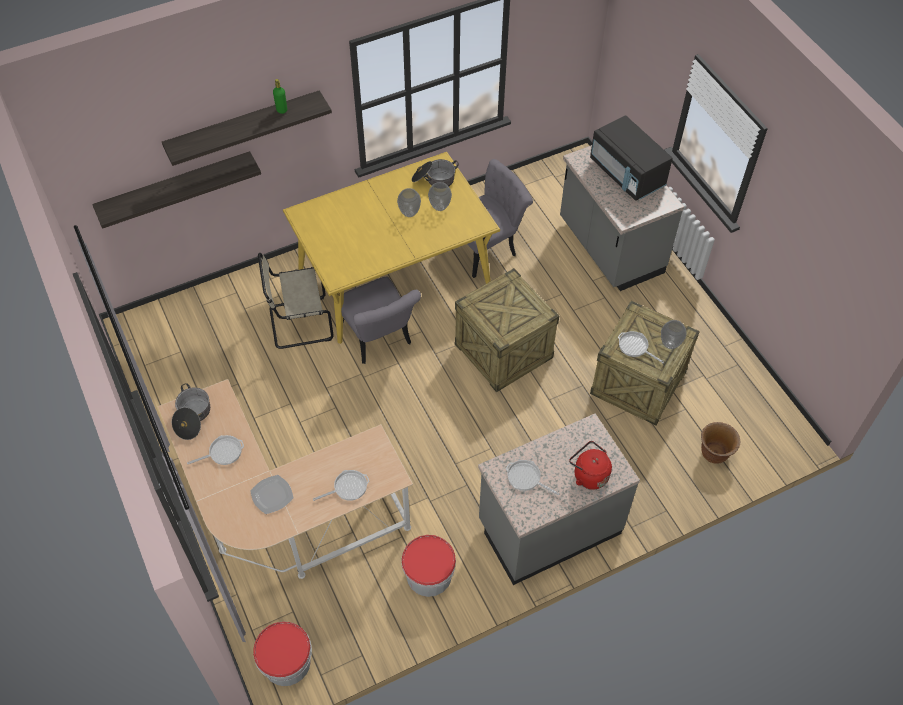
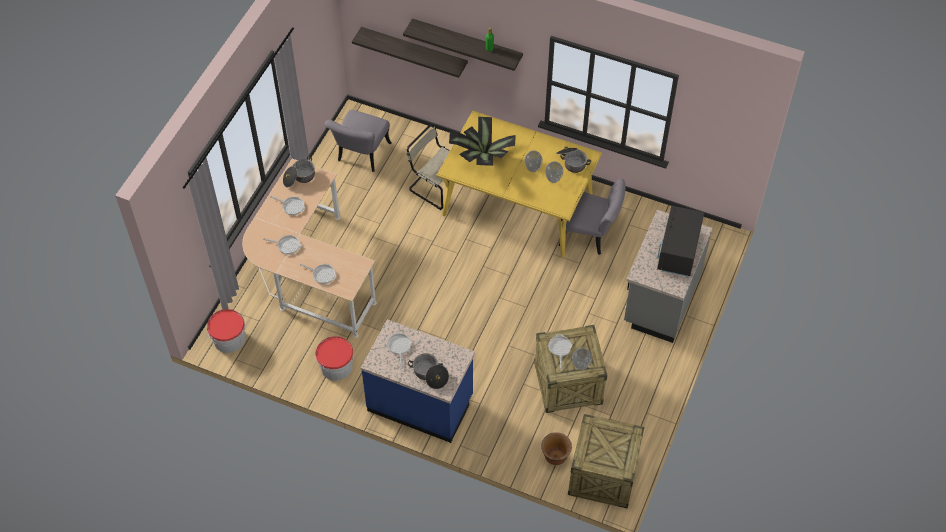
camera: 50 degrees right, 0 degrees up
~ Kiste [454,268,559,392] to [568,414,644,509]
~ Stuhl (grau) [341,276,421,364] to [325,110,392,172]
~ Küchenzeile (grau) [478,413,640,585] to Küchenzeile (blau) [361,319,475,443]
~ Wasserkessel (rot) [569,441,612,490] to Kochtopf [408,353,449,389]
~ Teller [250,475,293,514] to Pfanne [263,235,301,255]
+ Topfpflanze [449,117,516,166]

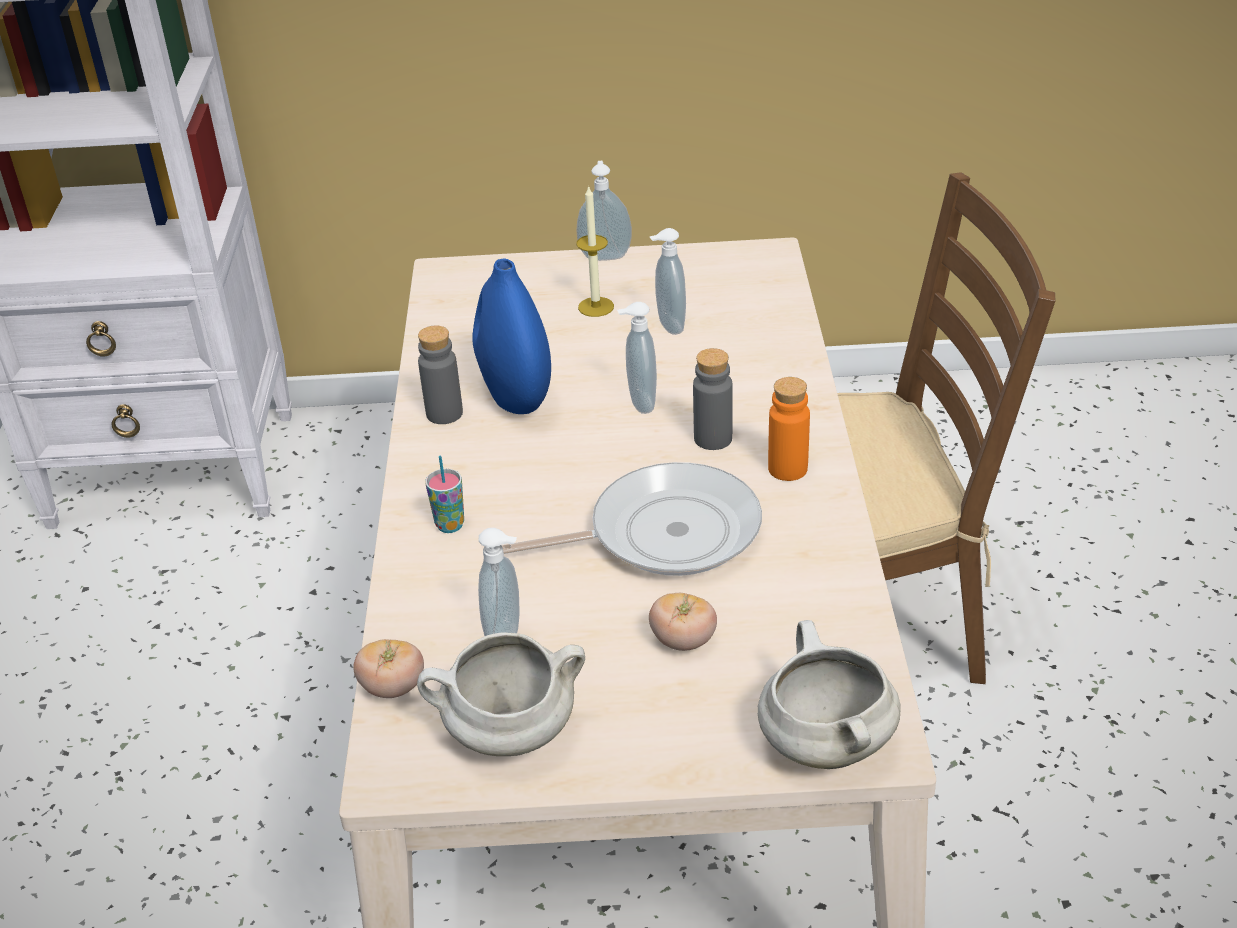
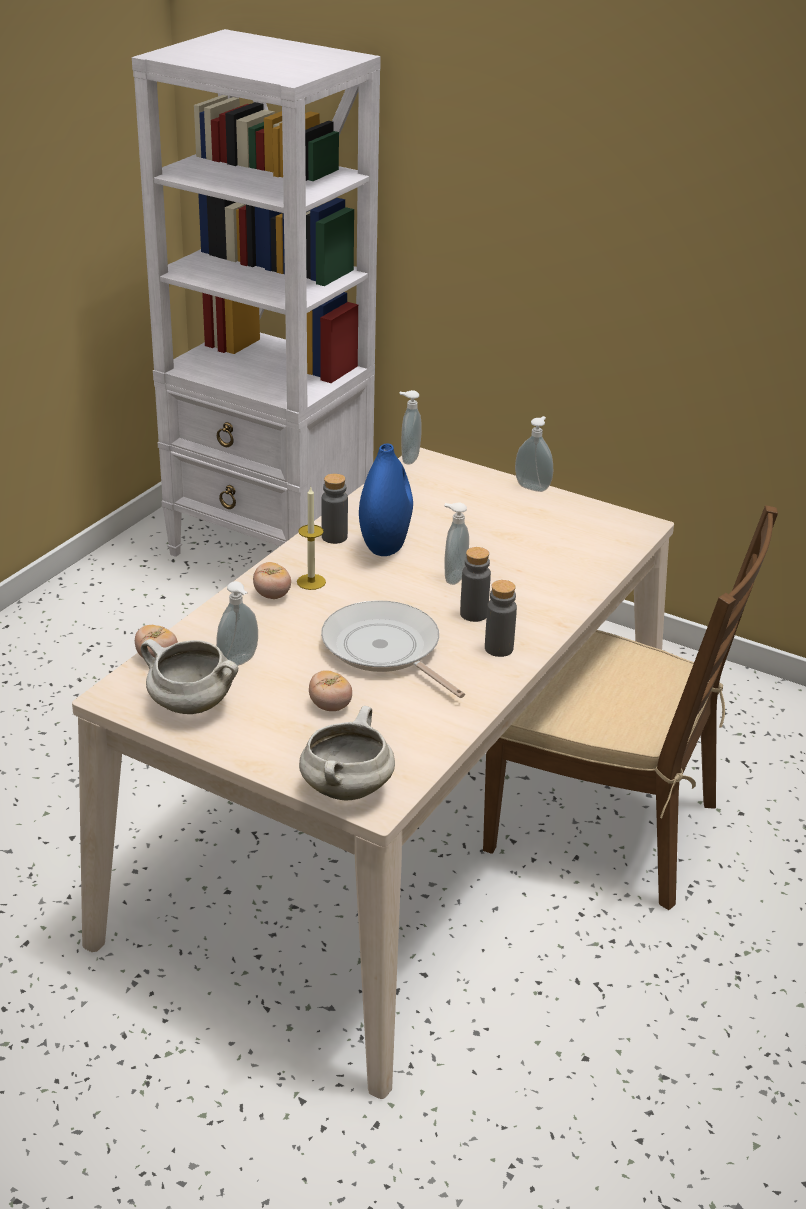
camera: 30 degrees right, 5 degrees down
~ Kerze [576,185,614,317] to [297,487,326,590]
~ Seifenspender [649,228,686,335] to [399,390,421,464]
~ Flasche (orange) [768,377,810,481] to Flasche (grau) [485,580,517,657]
~ Tasse [425,456,464,533] to Tomate [253,562,291,599]
~ Pfanne [501,462,762,576] = [321,600,465,698] 150 degrees counterclockwise

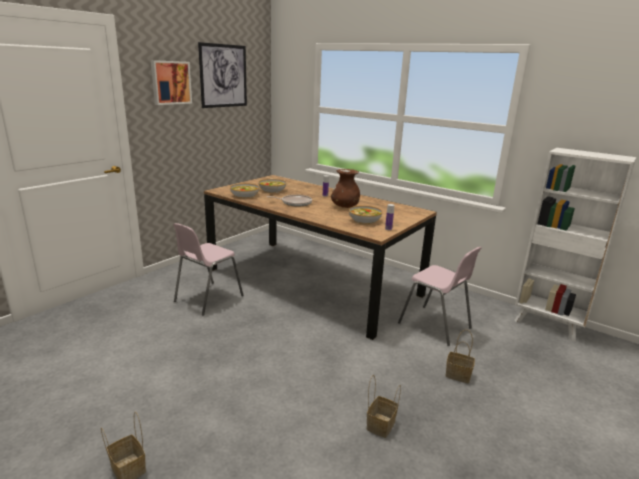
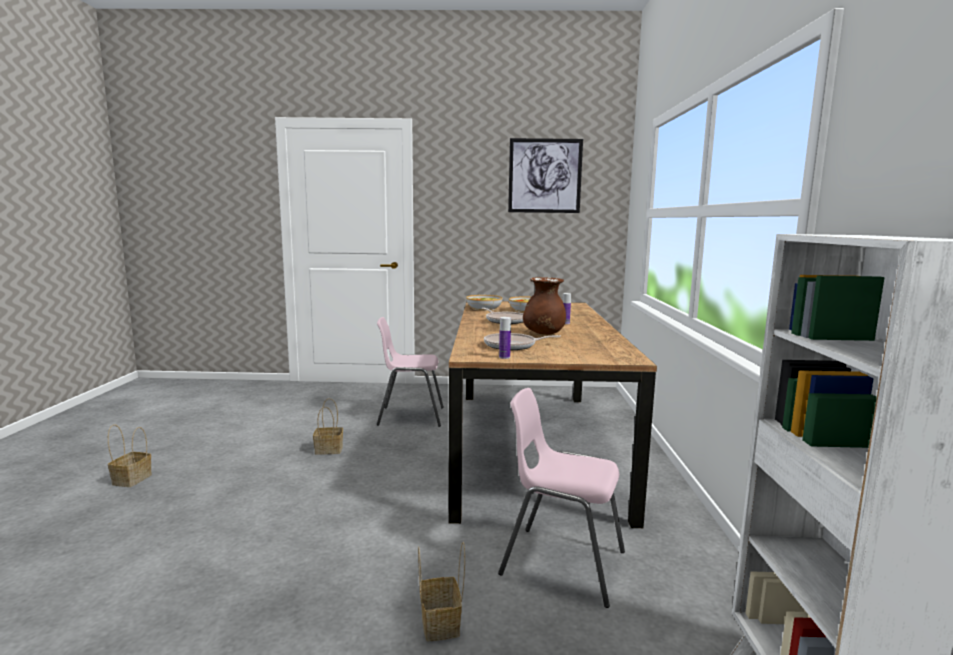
camera: 55 degrees right, 10 degrees down
- Bild [151,60,192,105]
~ Schüssel [349,206,382,224] to Pfanne [484,333,561,350]
~ Stuhl (rosa) [398,247,482,346] = [498,388,625,608] 105 degrees clockwise
~ Korb [367,375,401,438] to [313,398,343,455]

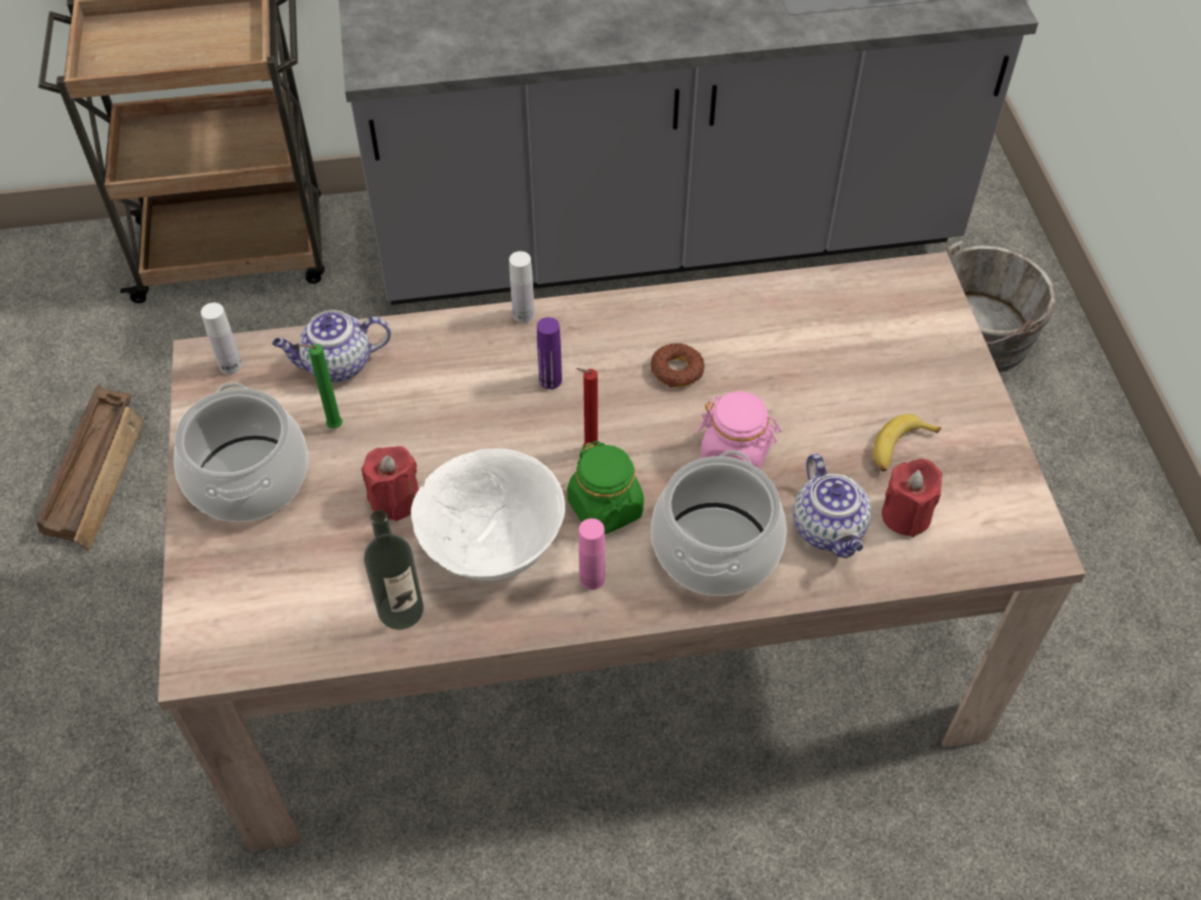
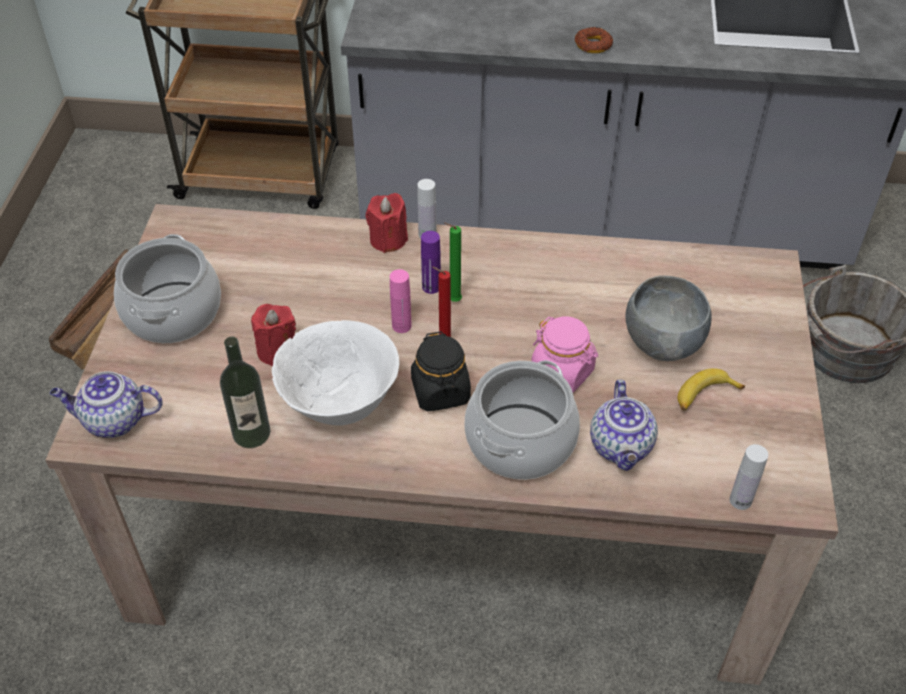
camera: 15 degrees right, 5 degrees down
~ Flasche (weiß) [201,303,242,375] to [730,444,768,510]
~ Teekanne [272,310,391,382] to [50,371,162,438]
~ Donut [651,343,705,388] to [575,27,613,53]
~ Kerze (grün) [299,344,342,429] to [444,223,462,302]
~ Vorratsglas (grün) [567,441,644,534] to Vorratsglas (schwarz) [411,331,471,411]
~ Kerze (rot) [882,459,942,537] to [366,193,408,253]
~ Flasche (rosa) [579,518,605,590] to [390,269,412,333]
+ Schüssel (grau) [625,276,712,361]

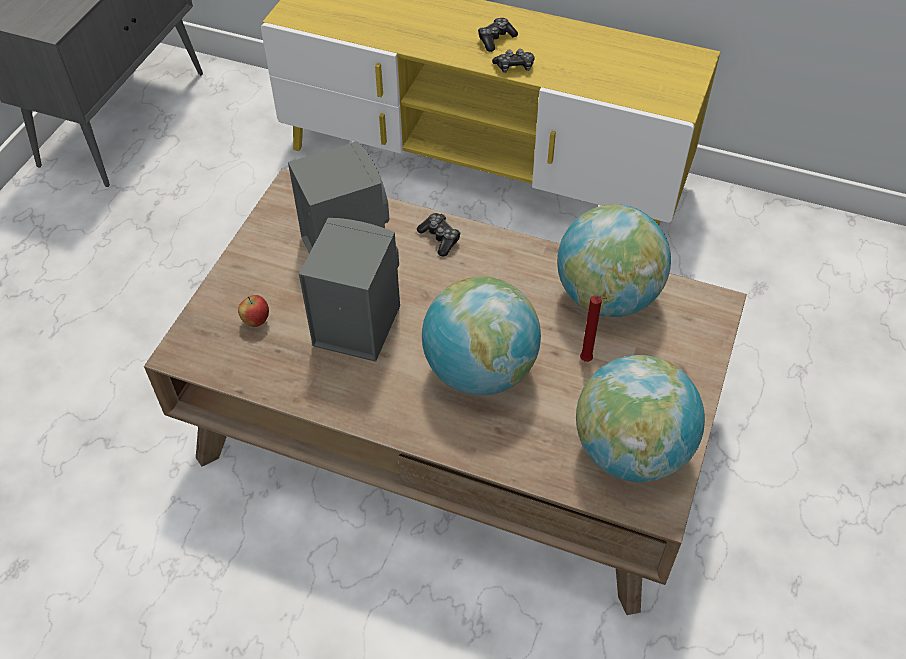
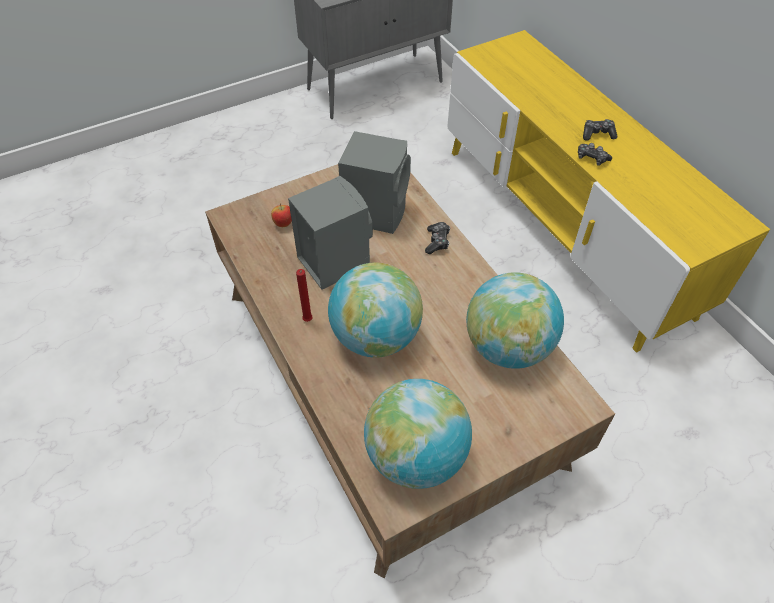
camera: 40 degrees right, 0 degrees up
~ Kerze (rot) [580,295,607,362] to [296,269,313,322]

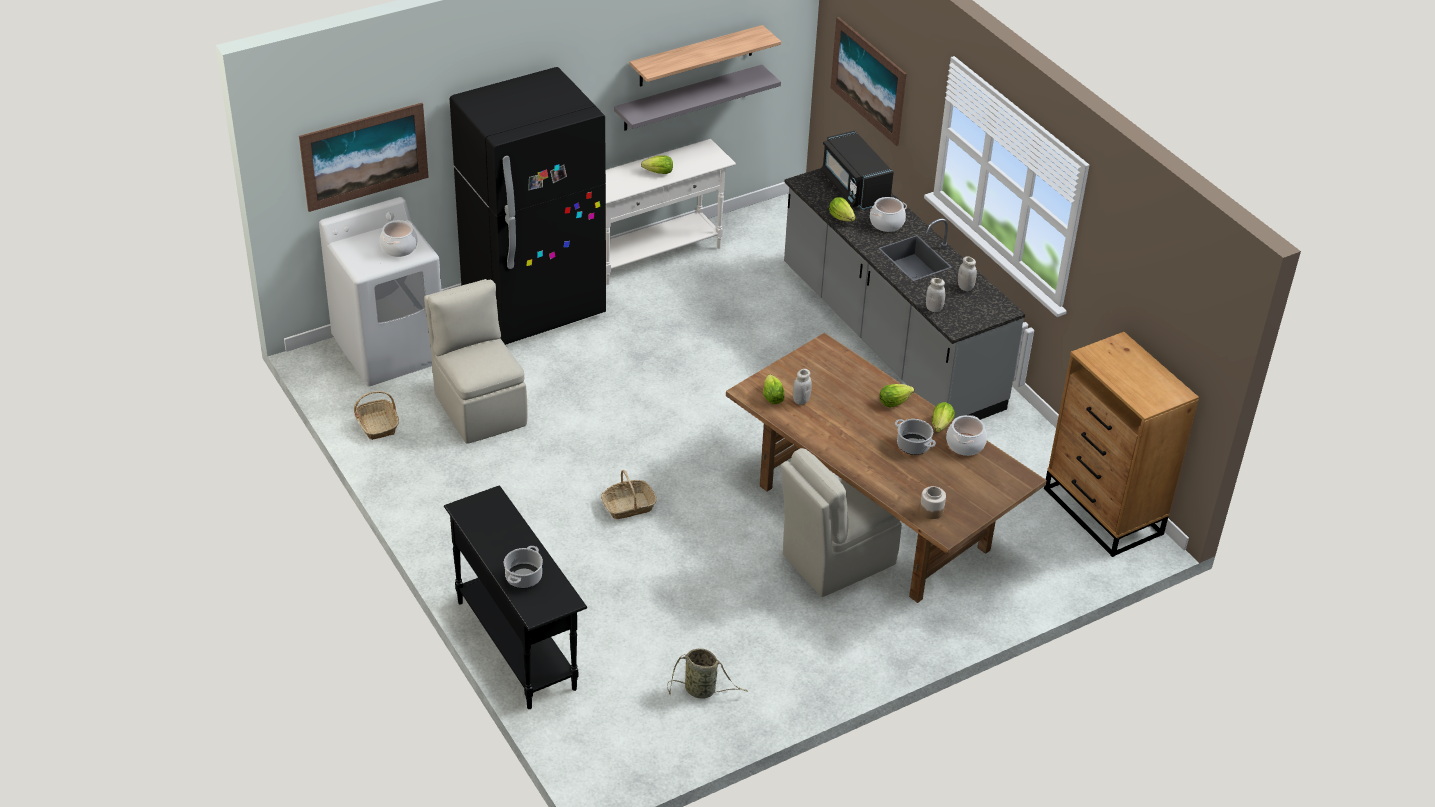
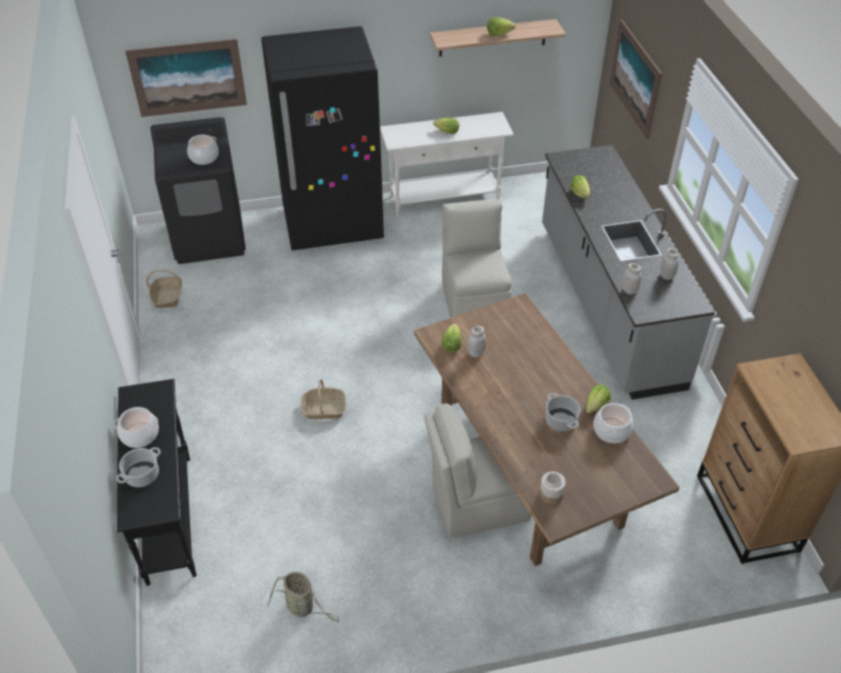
camera: 20 degrees right, 5 degrees up
- Wandregal (grau) [614,65,781,130]
- Mikrowelle (schwarz) [821,131,894,210]
~ Waschmaschine (weiß) [319,197,442,387] to Waschmaschine (schwarz) [150,117,246,264]
~ Kochtopf [870,197,907,232] to [114,407,159,448]
~ Stuhl (beige) [424,279,528,444] to [442,199,511,318]
~ Salatkopf [880,384,914,408] to [487,17,515,36]

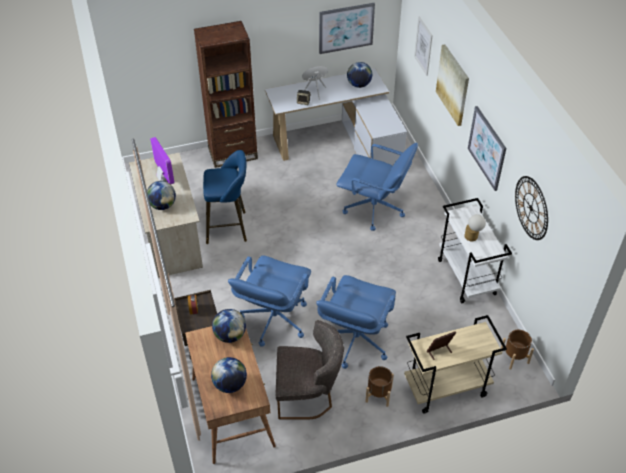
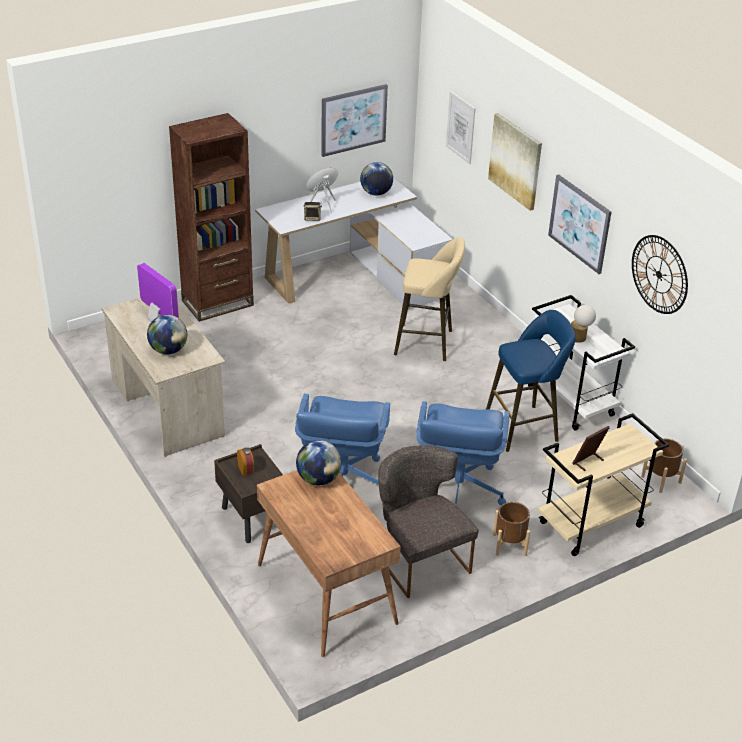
camera: 15 degrees left, 10 degrees down
~ Bürostuhl (blau) [337,143,418,231] to Hocker (beige) [394,237,465,361]
~ Hocker (blau) [203,150,247,244] to [486,310,576,452]
~ Stuhl (grau) [275,320,344,419] = [378,445,479,598] 105 degrees counterclockwise
- Globus [211,357,247,393]

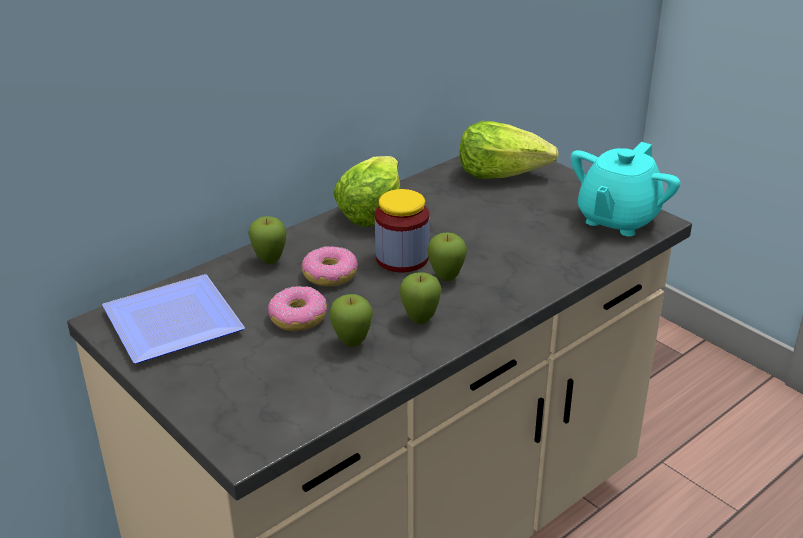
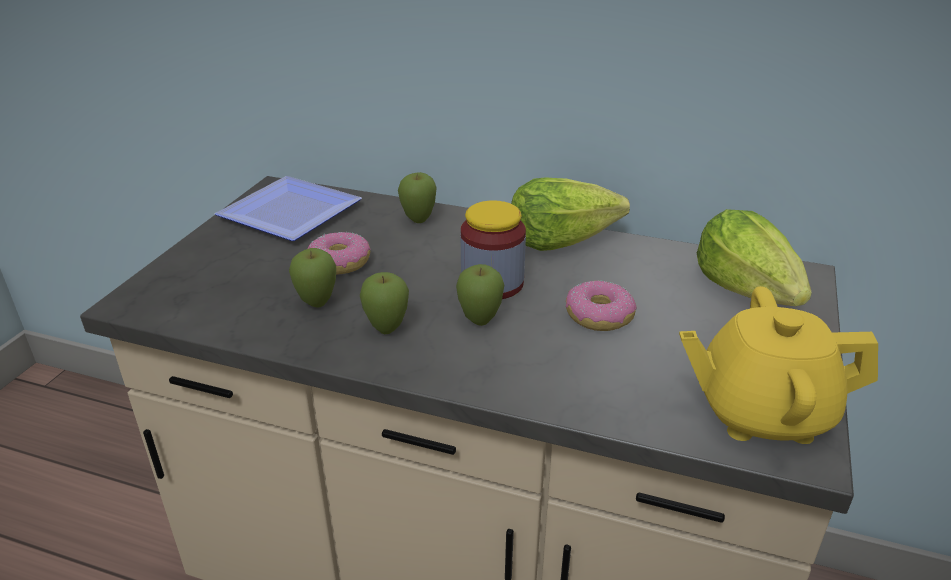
camera: 60 degrees right, 0 degrees up
~ Teekanne (türkis) [571,142,680,236] to Teekanne (gelb) [679,286,878,444]
~ Donut [302,246,358,287] to [566,280,637,331]

